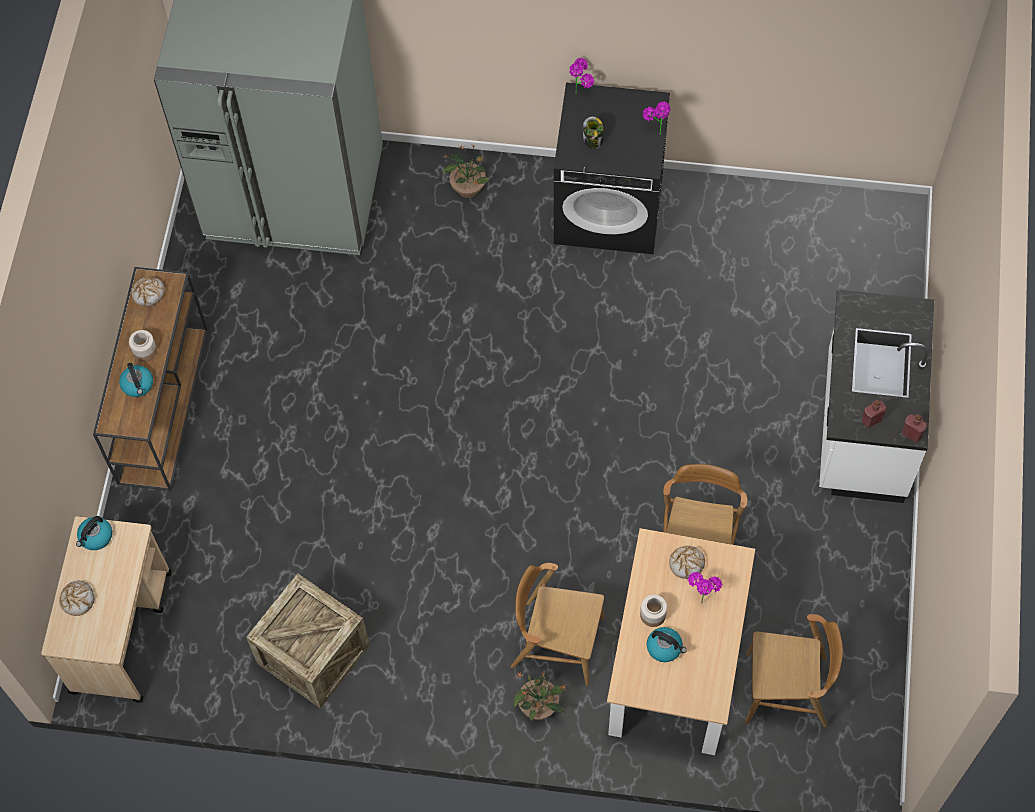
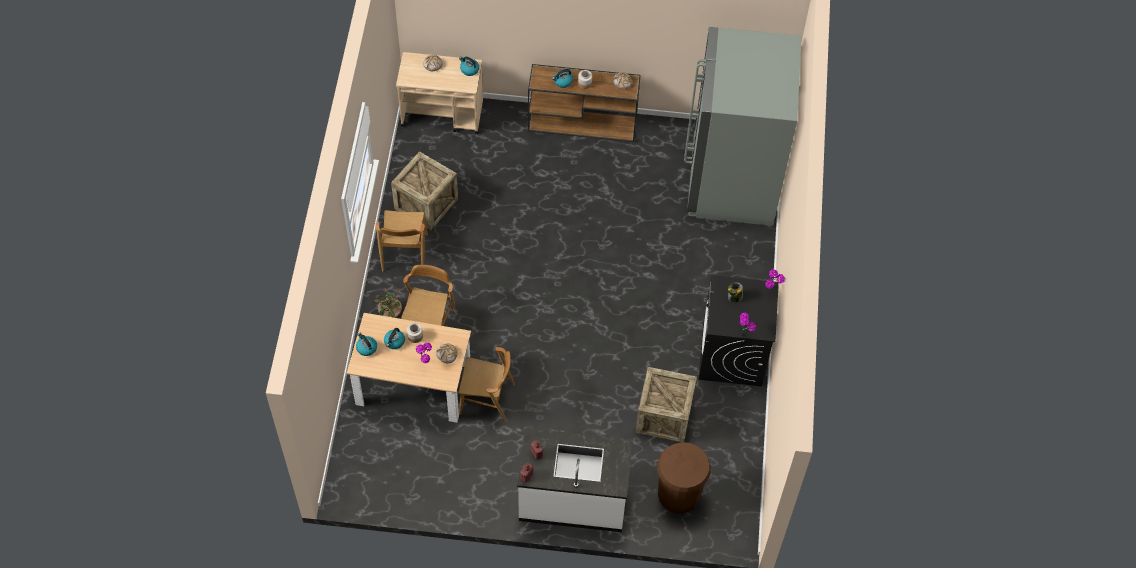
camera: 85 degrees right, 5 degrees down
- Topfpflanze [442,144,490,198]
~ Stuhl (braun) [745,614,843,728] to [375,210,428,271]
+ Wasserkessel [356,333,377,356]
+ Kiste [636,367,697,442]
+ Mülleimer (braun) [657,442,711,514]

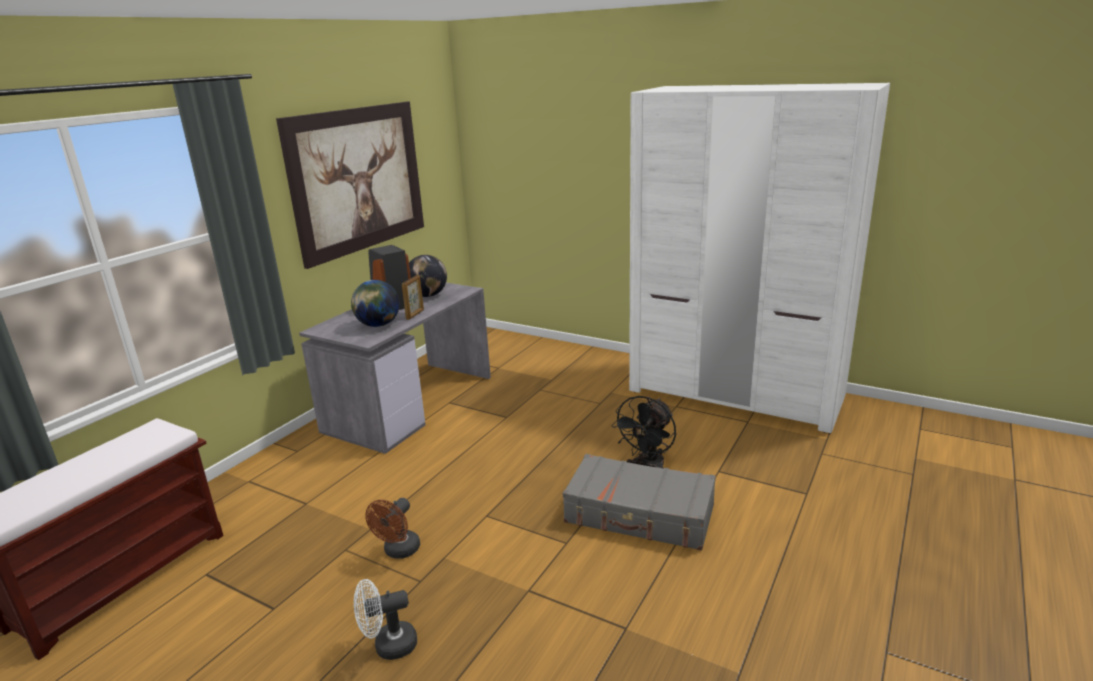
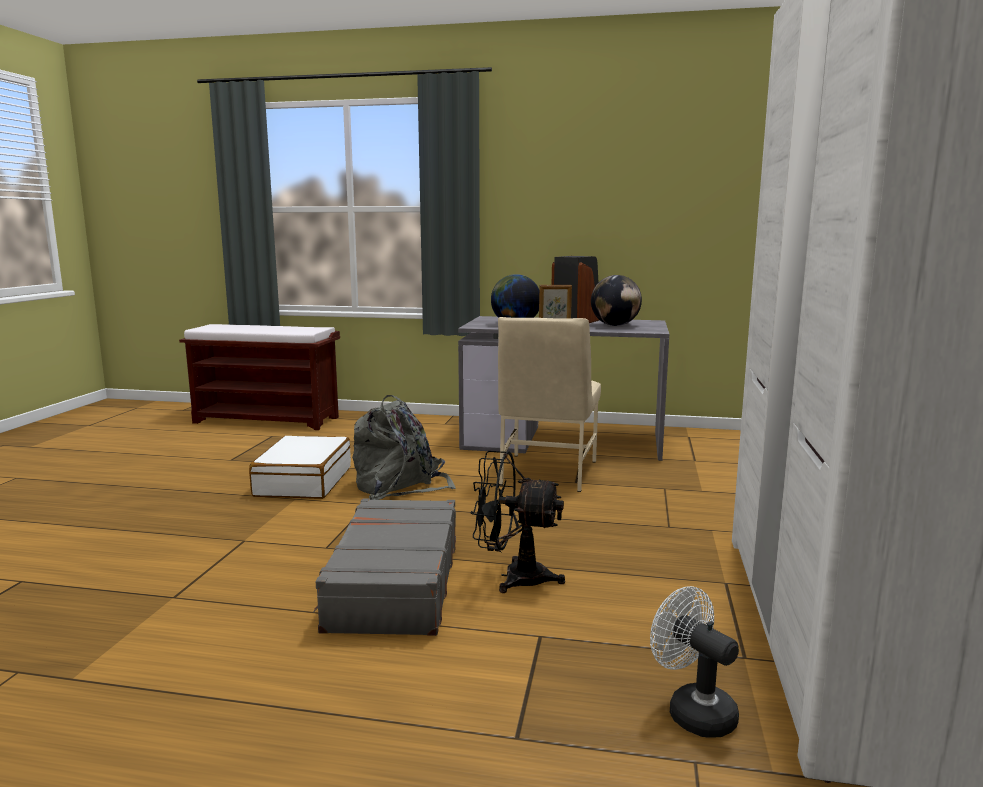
camera: 70 degrees right, 10 degrees down
- Bild [276,102,424,269]
~ Ventilator (braun) [365,498,420,559] to Koffer (weiß) [249,436,351,499]
~ Ventilator (weiß) [354,579,417,660] to [650,586,739,738]
+ Stuhl (beige) [498,317,601,492]
+ Rucksack (grau) [352,395,456,500]

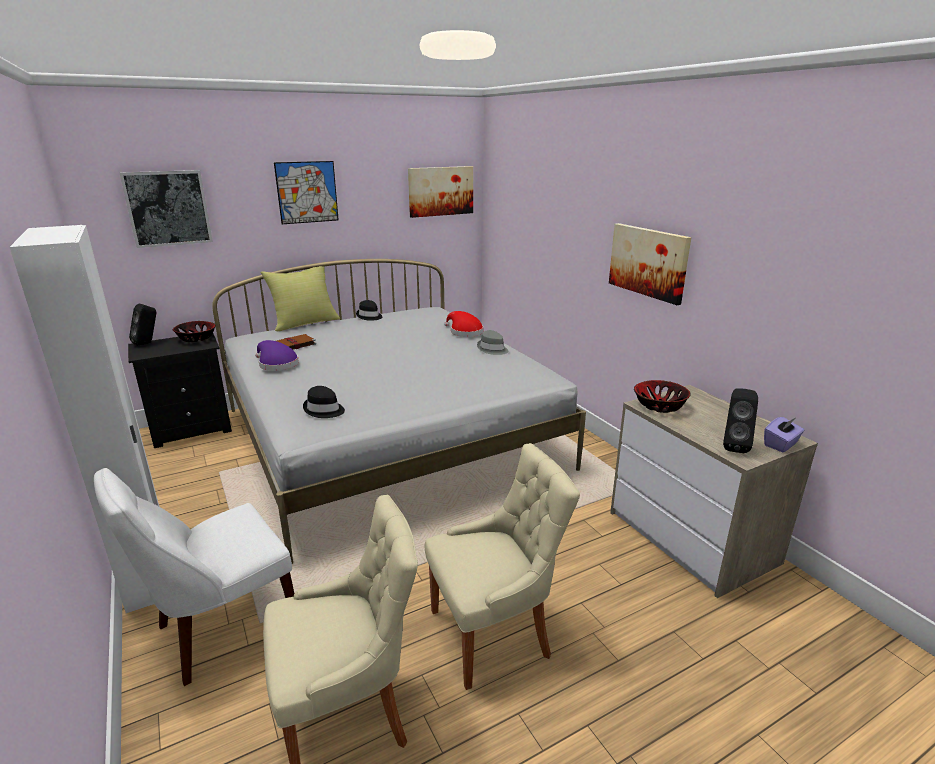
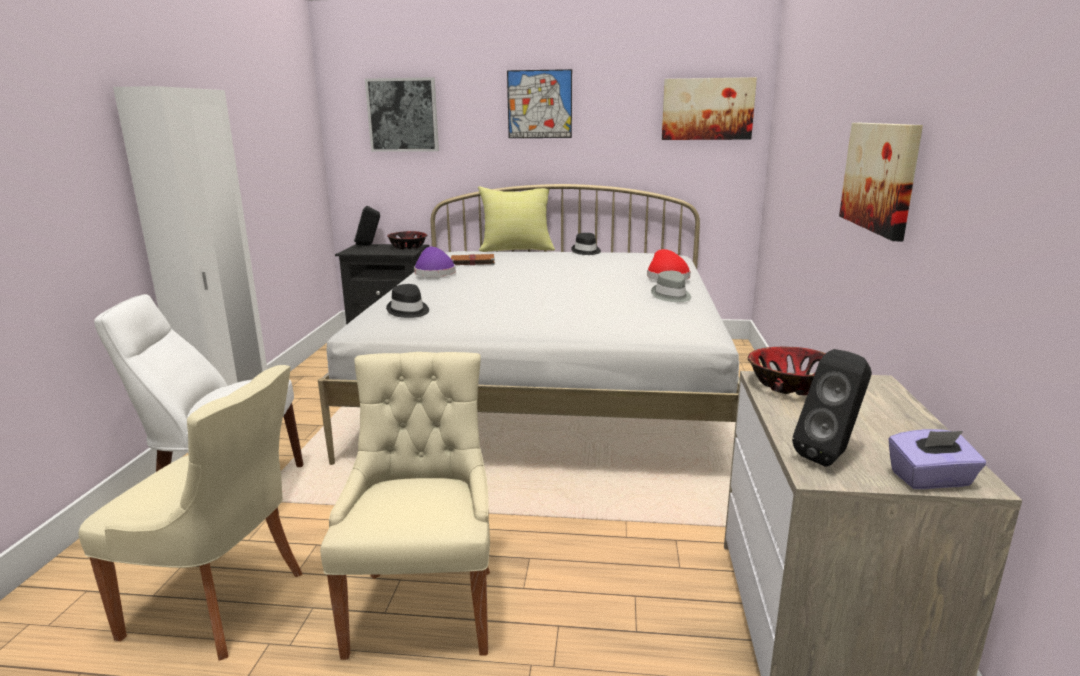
camera: 35 degrees right, 5 degrees down
~ Stuhl (beige) [424,443,580,690] = [320,352,490,660] 105 degrees counterclockwise

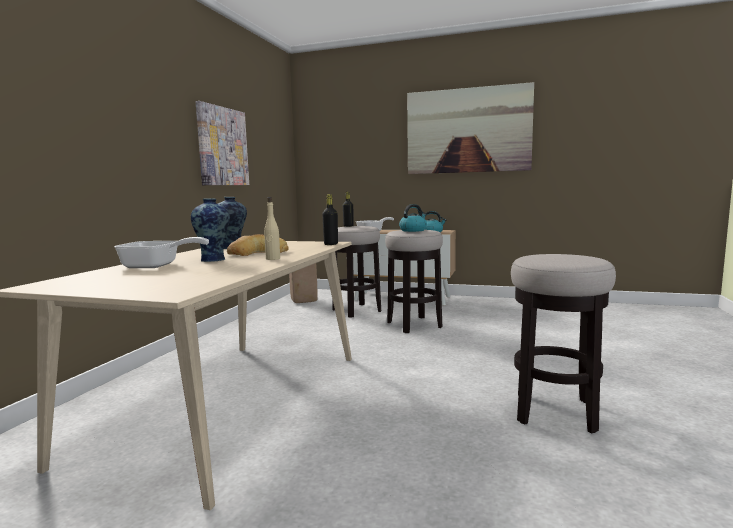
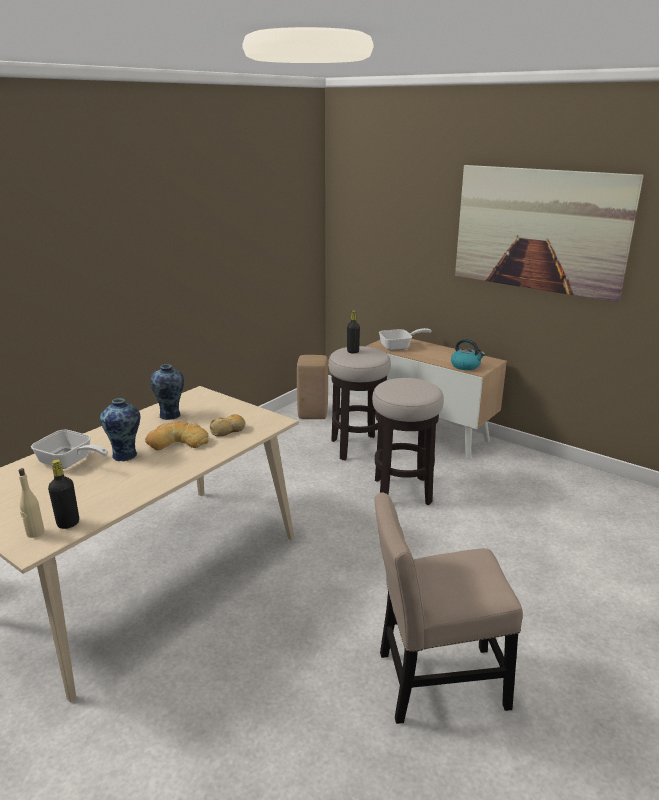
camera: 20 degrees right, 15 degrees up
- Bild [196,101,249,185]
~ Flasche (schwarz) [322,194,338,245] to [48,459,79,529]
~ Flasche (beige) [264,197,280,260] to [18,468,44,538]
- Wasserkessel [399,204,427,232]
~ Hocker [511,254,616,434] to Stuhl (beige) [374,492,523,724]
+ Brot [210,414,246,436]

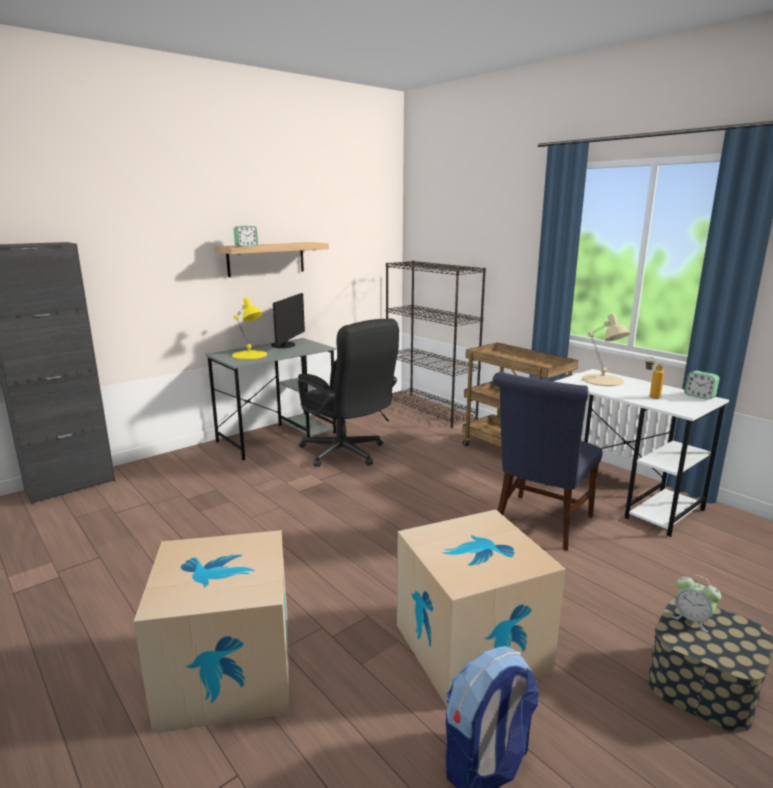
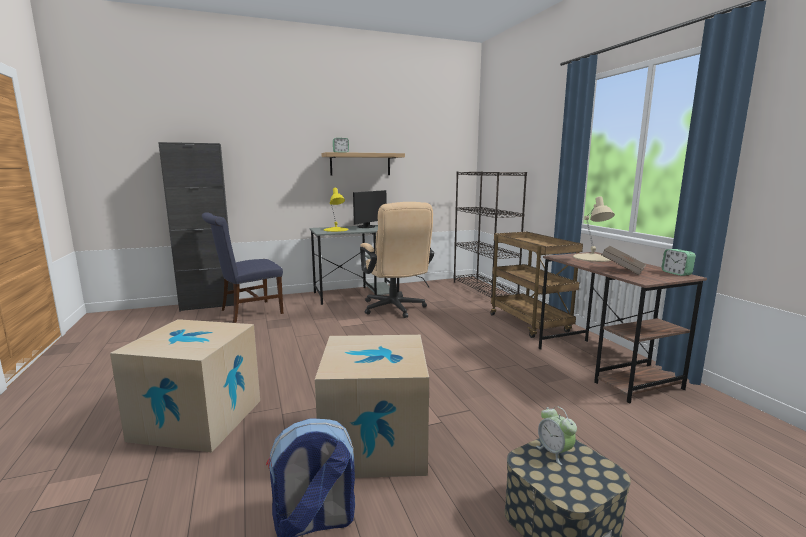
camera: 20 degrees right, 5 degrees down
~ Bürostuhl (schwarz) [298,318,399,467] to Bürostuhl (beige) [360,202,434,318]
~ Flasche [645,357,664,399] to Buch (braun) [601,246,647,275]
~ Schreibtisch (weiß) [547,369,729,537] to Schreibtisch (braun) [538,252,707,404]
~ Stuhl (blau) [493,372,602,551] to [202,212,283,323]

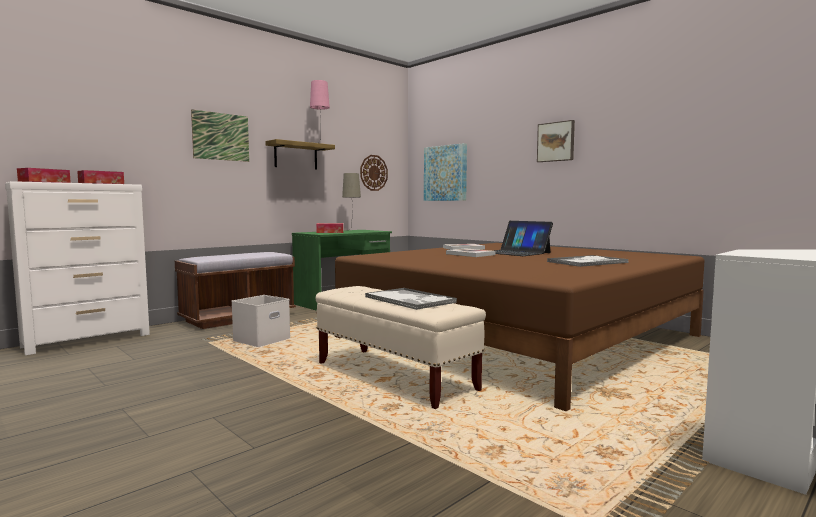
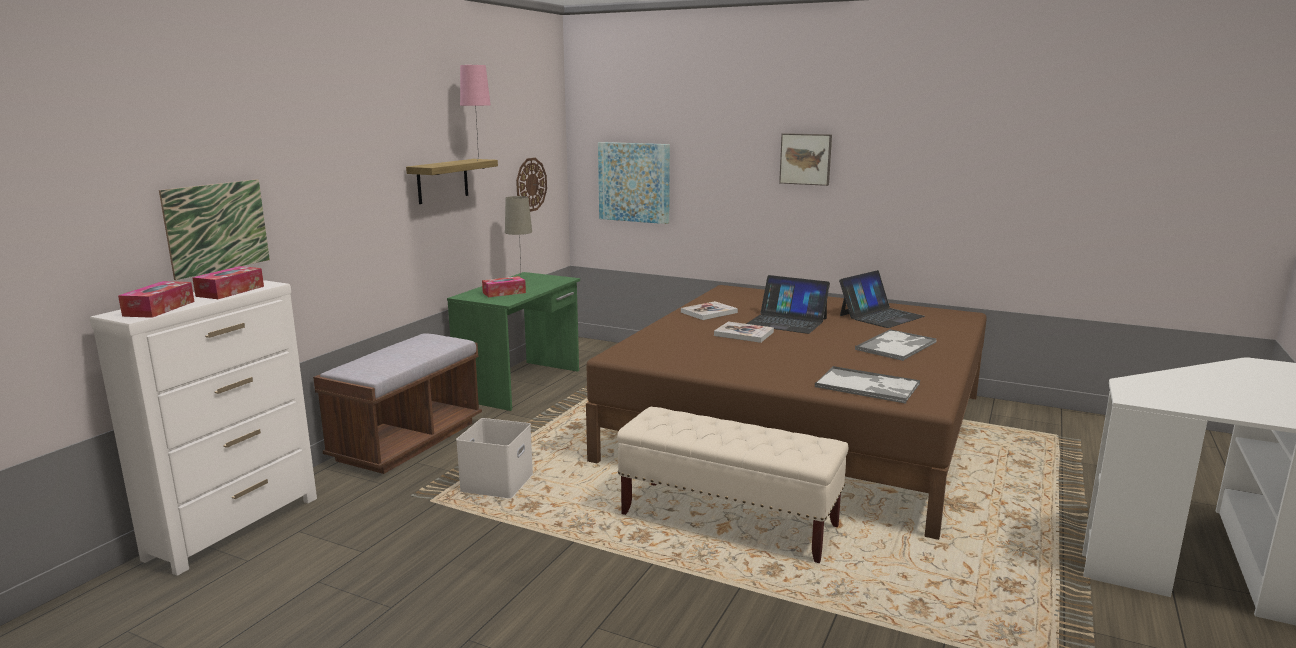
camera: 20 degrees left, 10 degrees up
~ Bild [191,109,249,162] to [159,179,270,280]
~ Tablett [365,288,457,310] to [815,366,920,404]
+ Laptop [839,270,925,328]

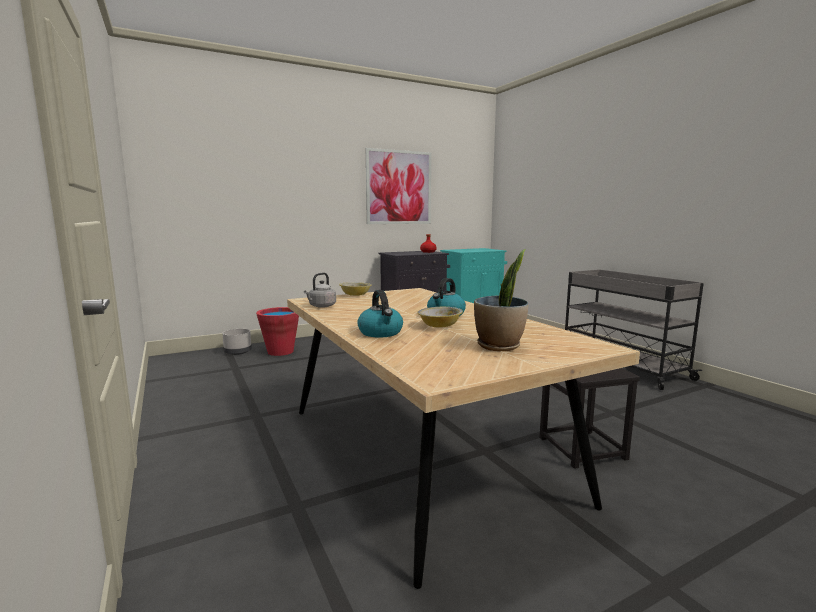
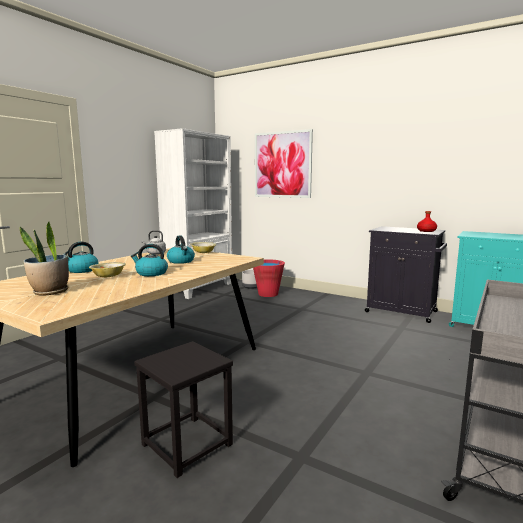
camera: 60 degrees right, 0 degrees up
~ Bild [366,148,431,224] to [255,129,313,198]
+ Bücherregal (weiß) [154,128,232,299]
+ Wasserkessel [167,235,195,264]

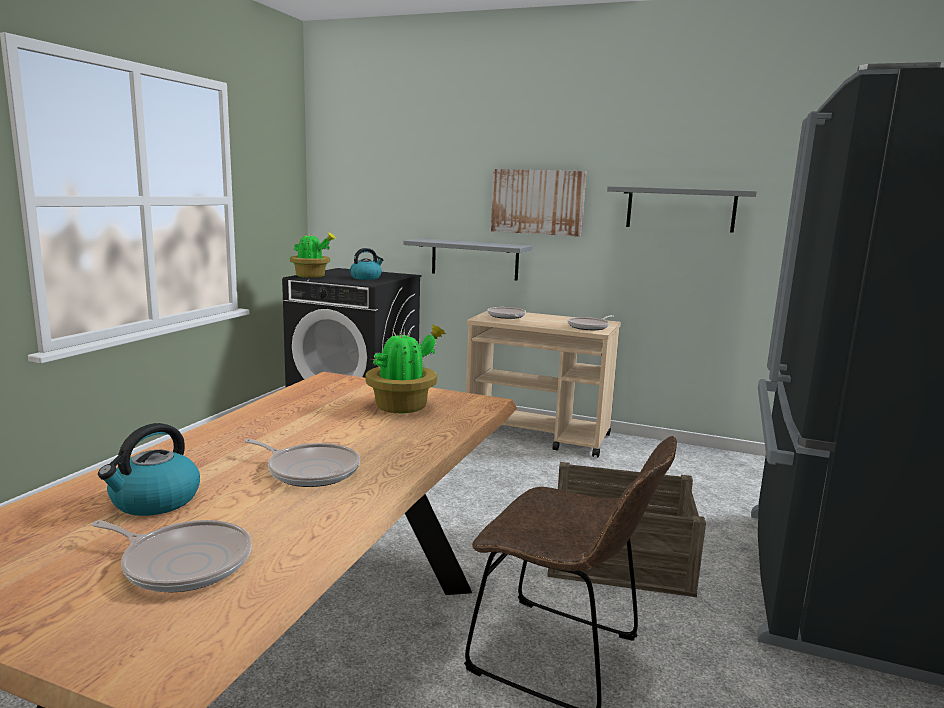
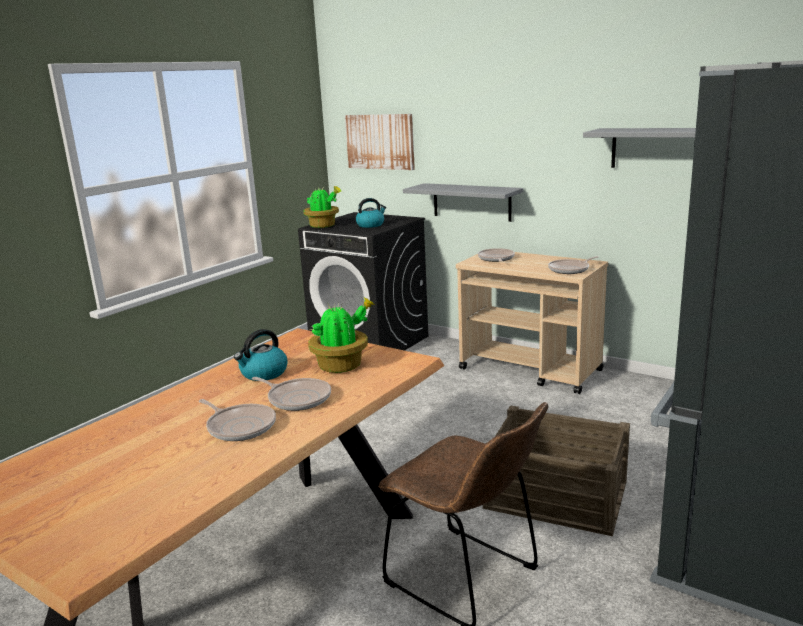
camera: 15 degrees right, 5 degrees up
~ Bild [491,169,586,237] to [345,114,415,170]
~ Wasserkessel [98,423,200,516] to [234,329,287,381]
~ Pfanne [92,520,252,592] to [252,377,331,411]

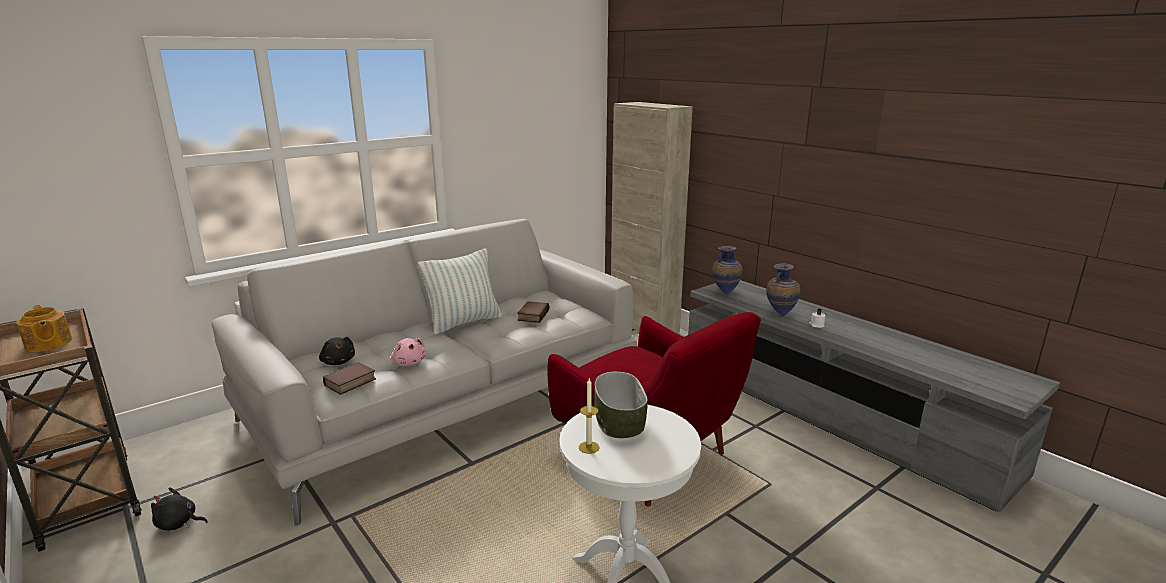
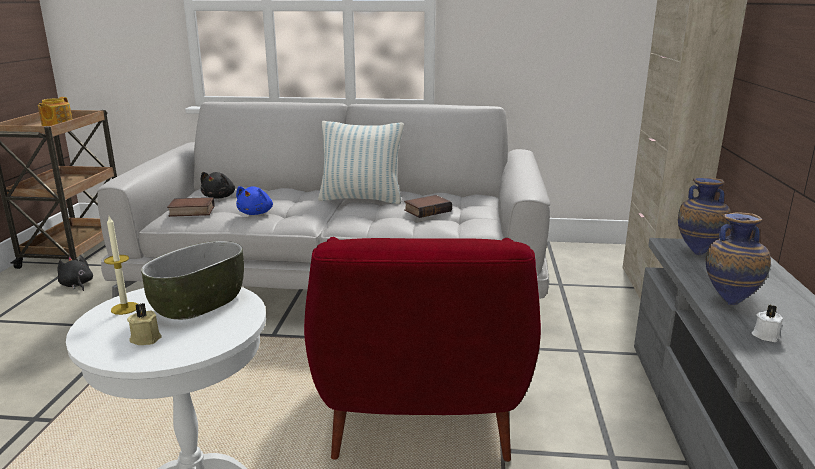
camera: 45 degrees right, 0 degrees up
~ Plüschtier (rosa) [391,338,426,366] to Plüschtier (blau) [236,186,273,215]
+ Kerze (beige) [127,303,162,345]

